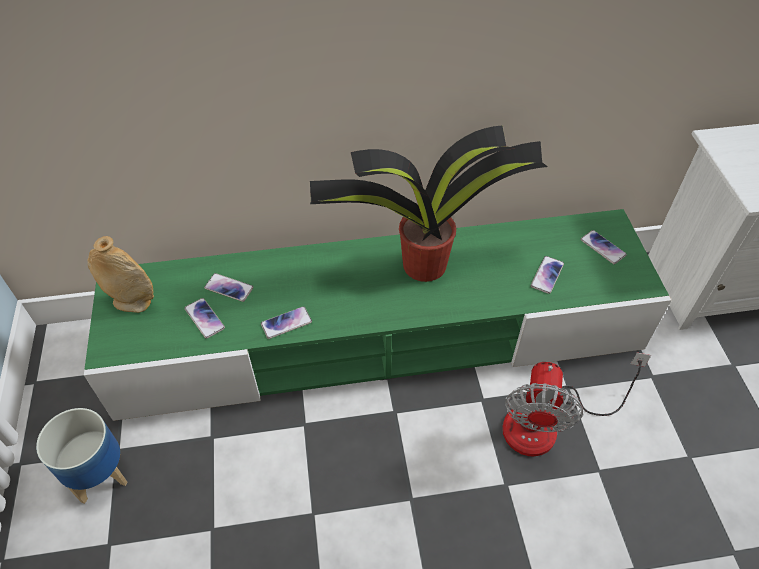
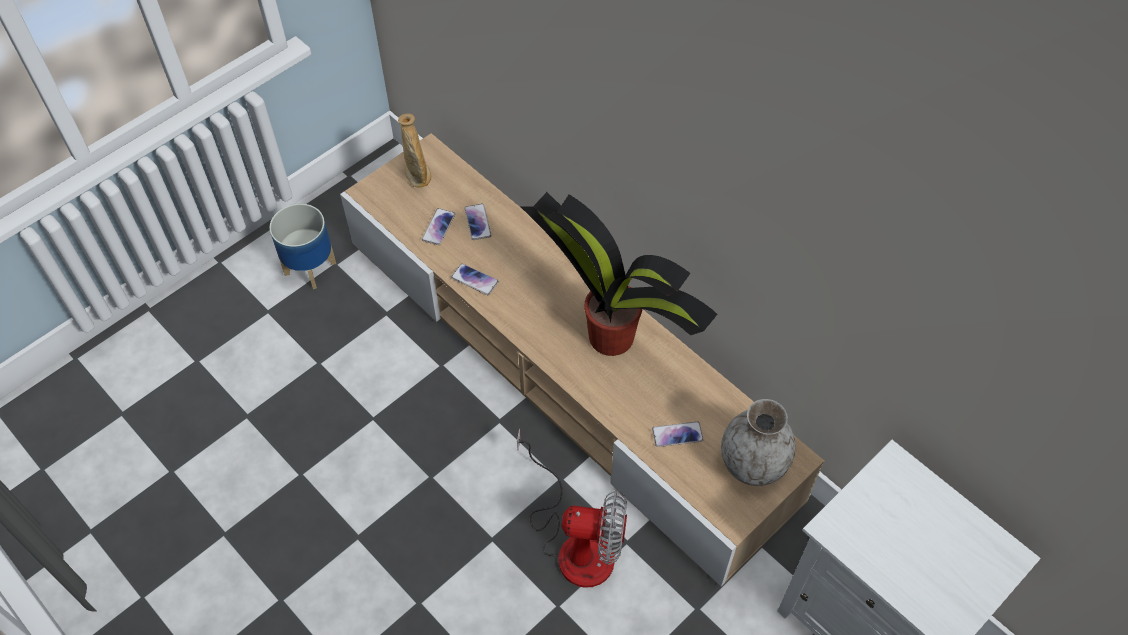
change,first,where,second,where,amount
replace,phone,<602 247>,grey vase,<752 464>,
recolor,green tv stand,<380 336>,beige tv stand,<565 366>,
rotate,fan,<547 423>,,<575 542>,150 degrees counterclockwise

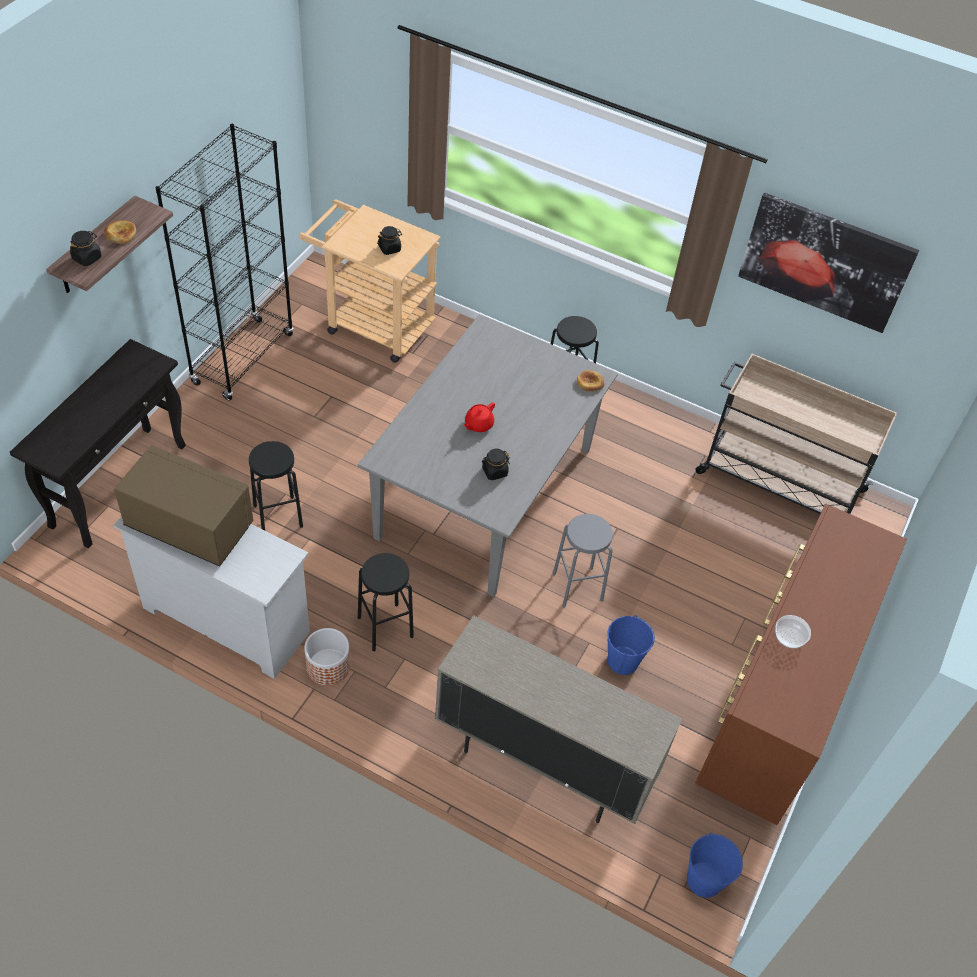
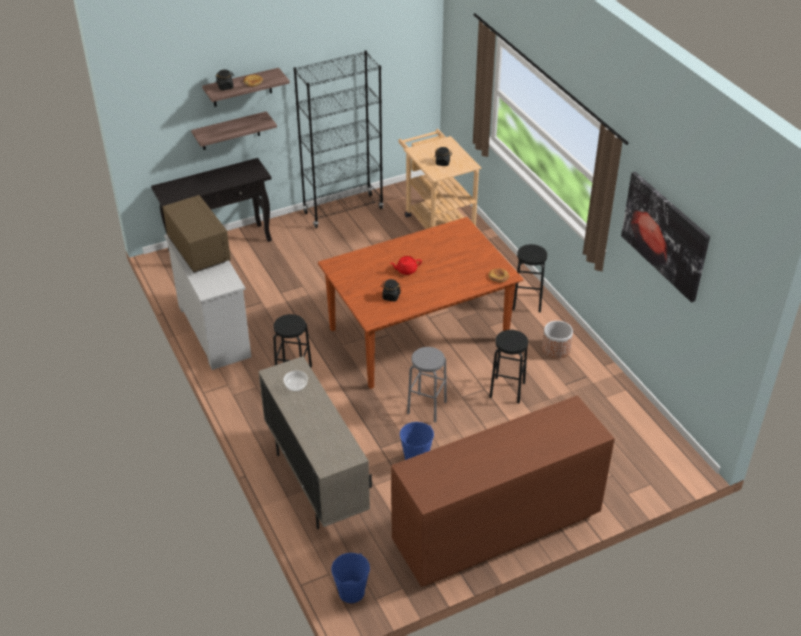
change,first,where,second,where,amount
delete,beige cart,<778 481>,,,
insert,,,shelf,<230 131>,
move,black stool,<278 516>,,<507 390>,
move,planter,<328 667>,,<556 349>,
move,bowl,<789 637>,,<295 385>,
recolor,grey dining table,<485 494>,brown dining table,<418 335>,

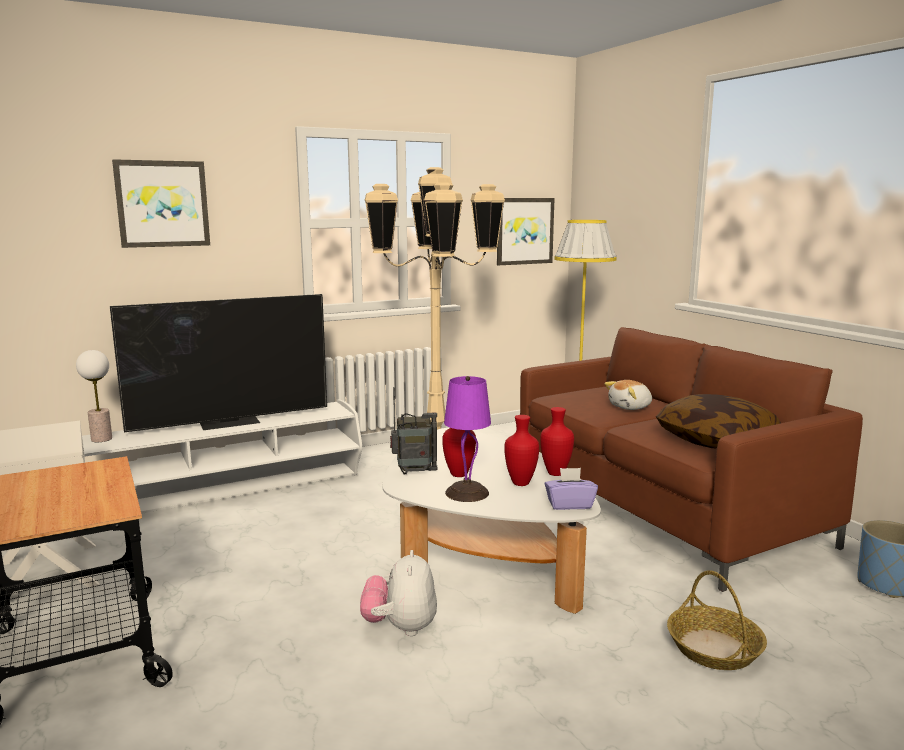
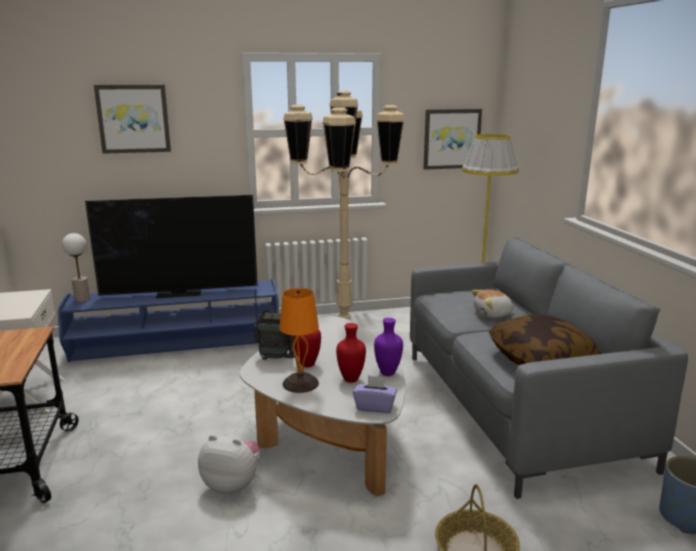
change,first,where,second,where,amount
recolor,white tv stand,<230 492>,blue tv stand,<178 346>,
recolor,purple table lamp,<466 492>,orange table lamp,<300 383>,
recolor,brown sofa,<661 510>,grey sofa,<514 408>,
recolor,red vase,<555 474>,purple vase,<387 373>,
rotate,plush toy,<400 627>,,<232 485>,90 degrees clockwise

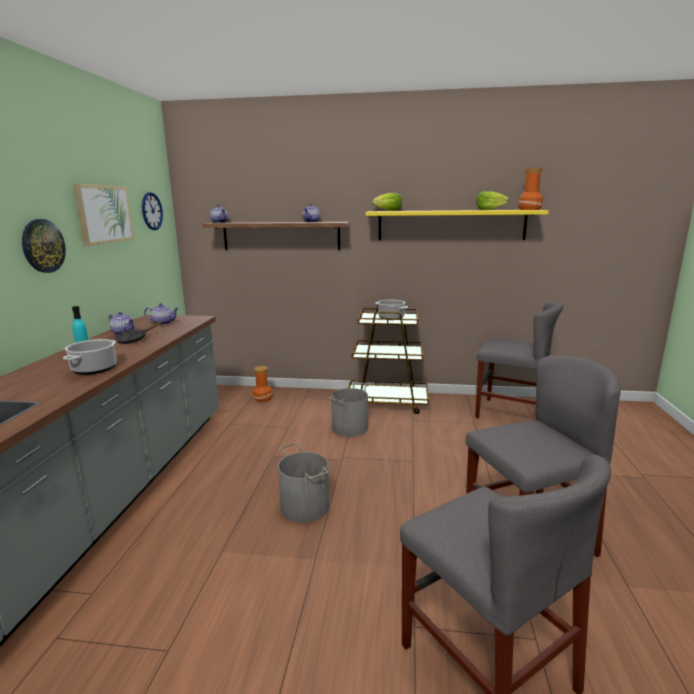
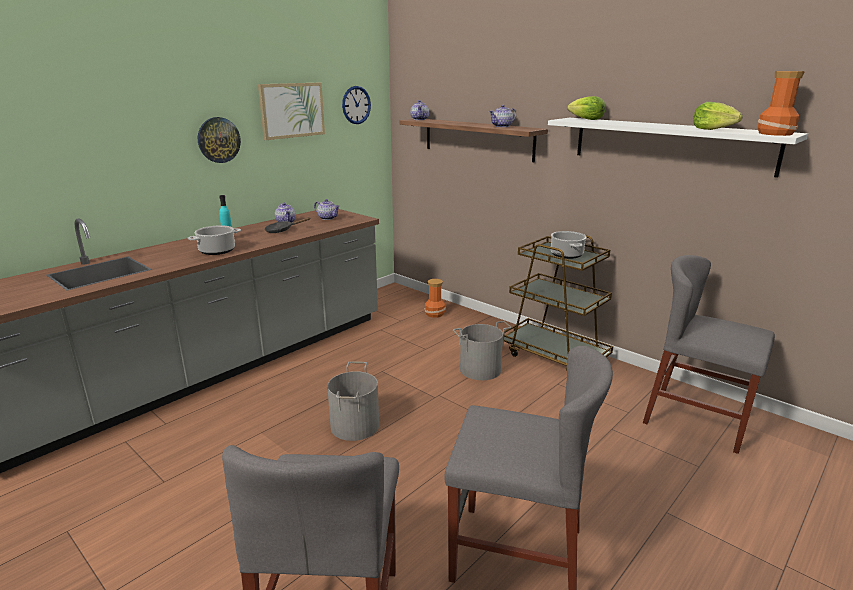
change,first,where,second,where,amount
recolor,yellow shelf,<451 225>,white shelf,<670 144>,
rotate,grey chair,<511 414>,,<696 419>,150 degrees clockwise

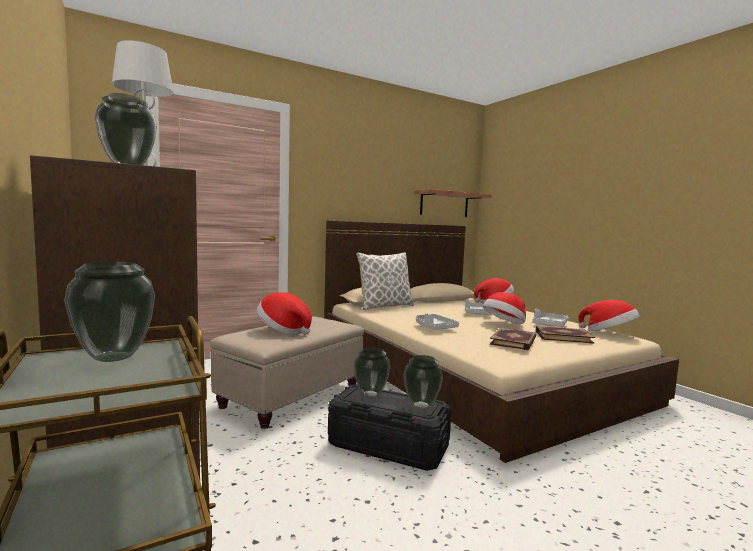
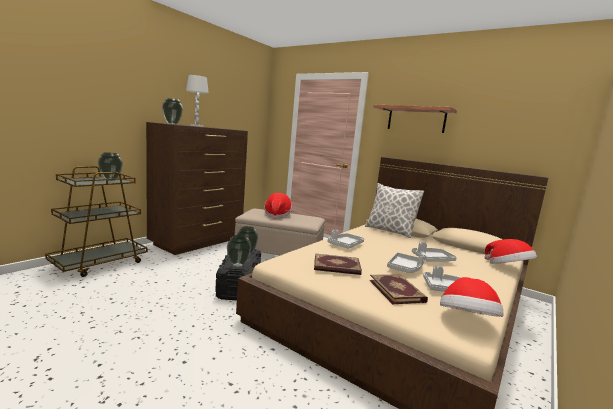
change,first,where,second,where,amount
move,shelf,<444 204>,,<416 119>,
replace,hat,<504 324>,grey tray,<405 268>,

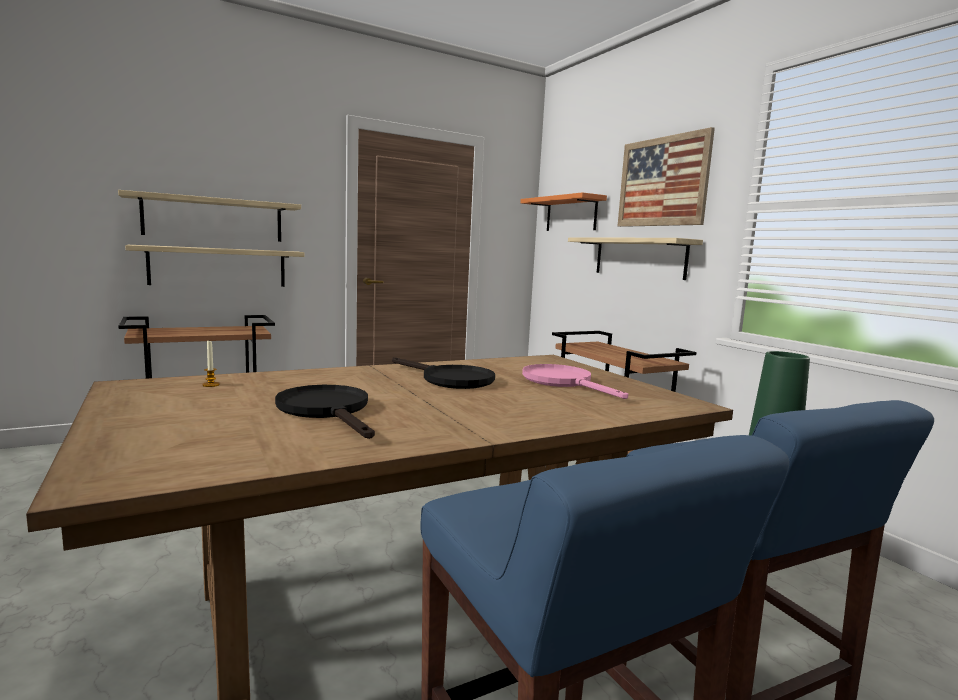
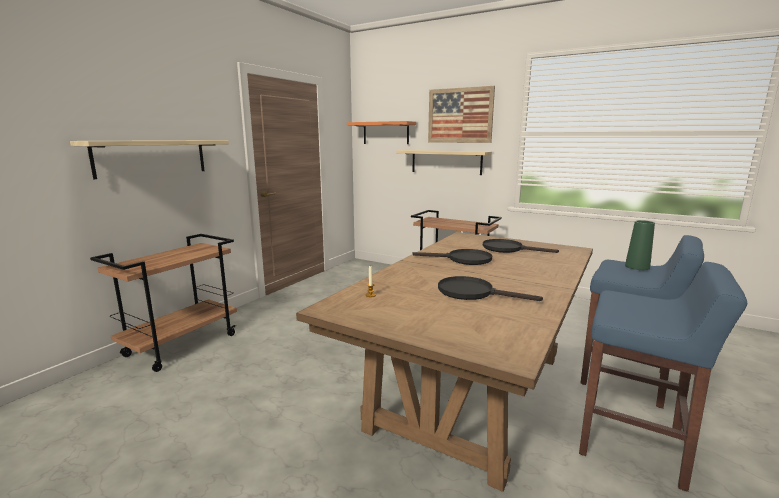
change,first,where,second,where,amount
delete,shelf,<218 267>,,,
recolor,pink frying pan,<563 382>,black frying pan,<508 249>,

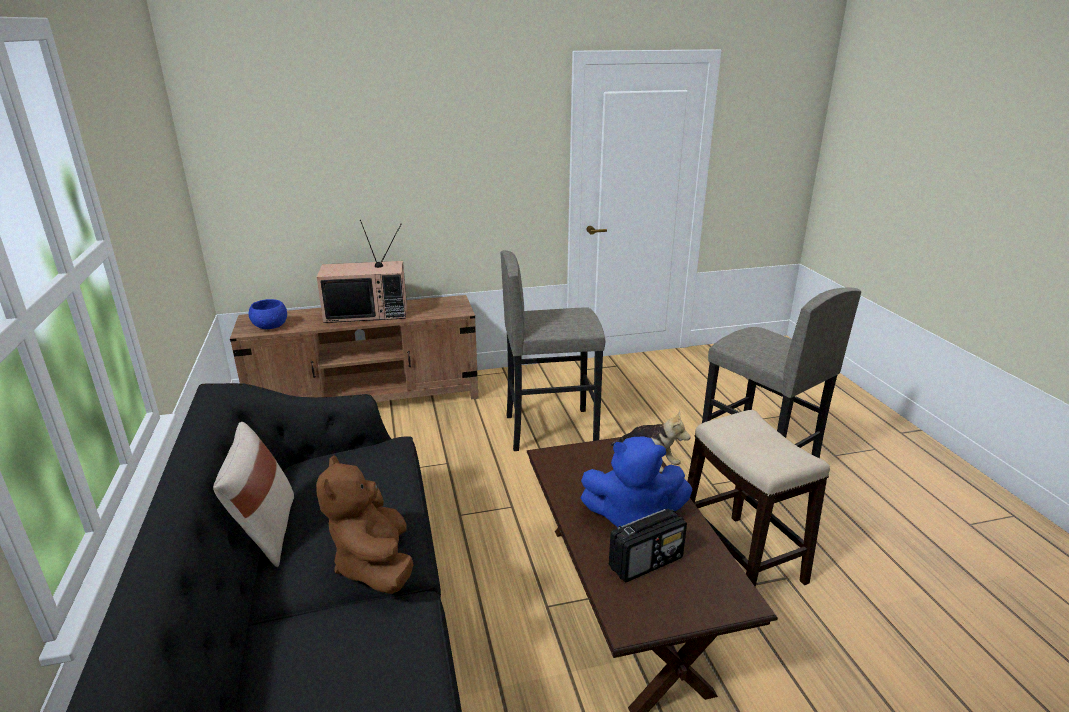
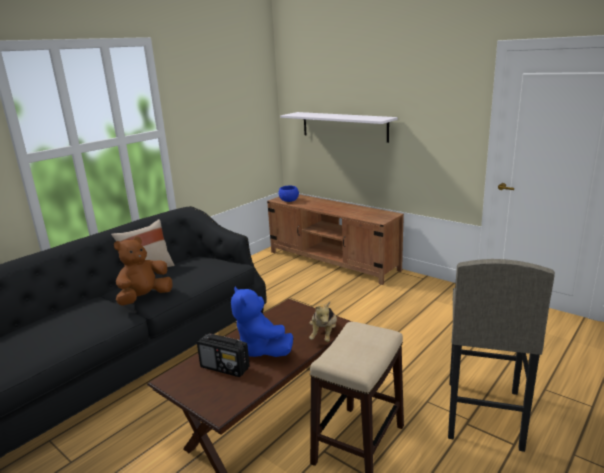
change,first,where,second,where,amount
delete,television,<367 312>,,,
delete,grey stool,<550 429>,,,
insert,,,white shelf,<344 126>,

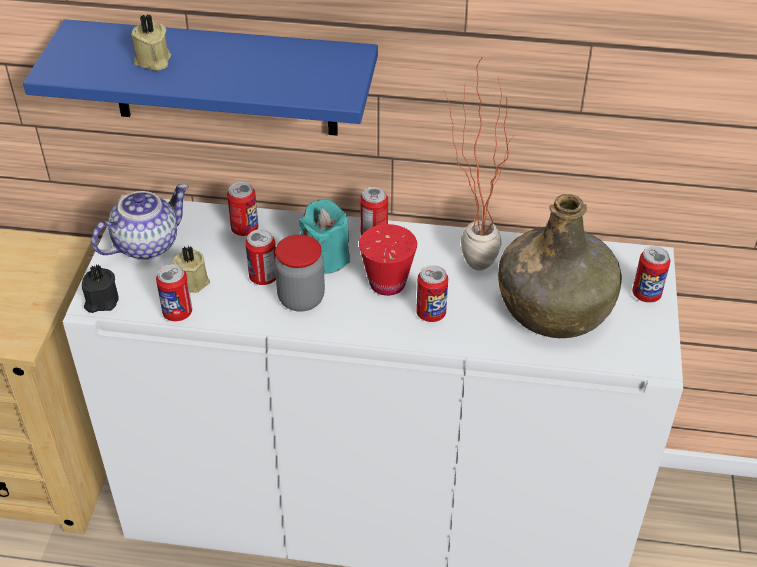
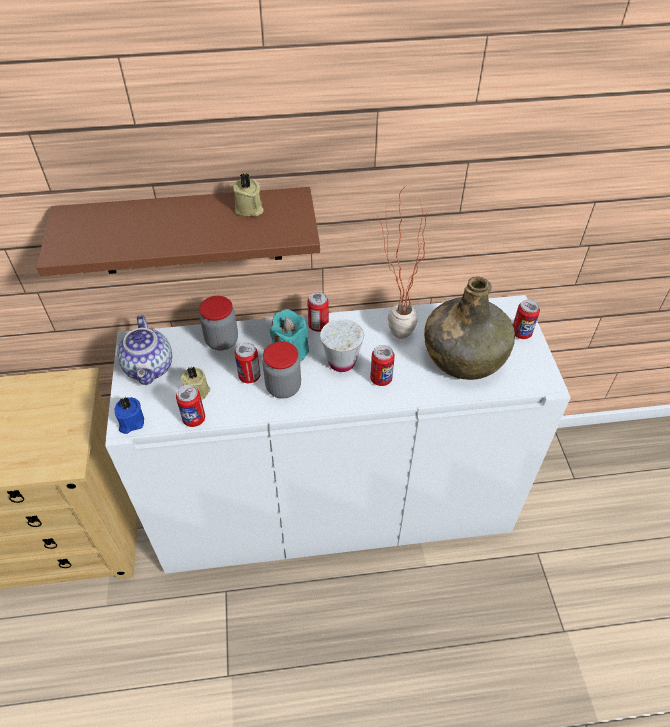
change,first,where,second,where,amount
move,beige candle,<153 61>,,<249 209>,
replace,can,<244 229>,jar,<222 341>,
recolor,blue shelf,<223 79>,brown shelf,<189 232>,
recolor,black candle,<101 301>,blue candle,<131 422>,
recolor,red cup,<387 283>,white cup,<341 362>,
rotate,teapot,<146 244>,,<150 368>,135 degrees clockwise

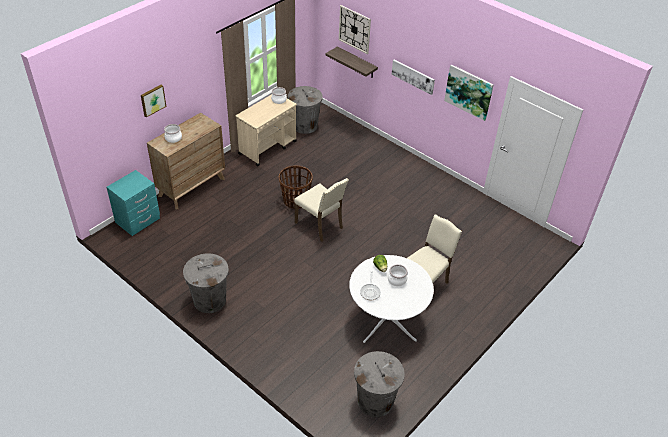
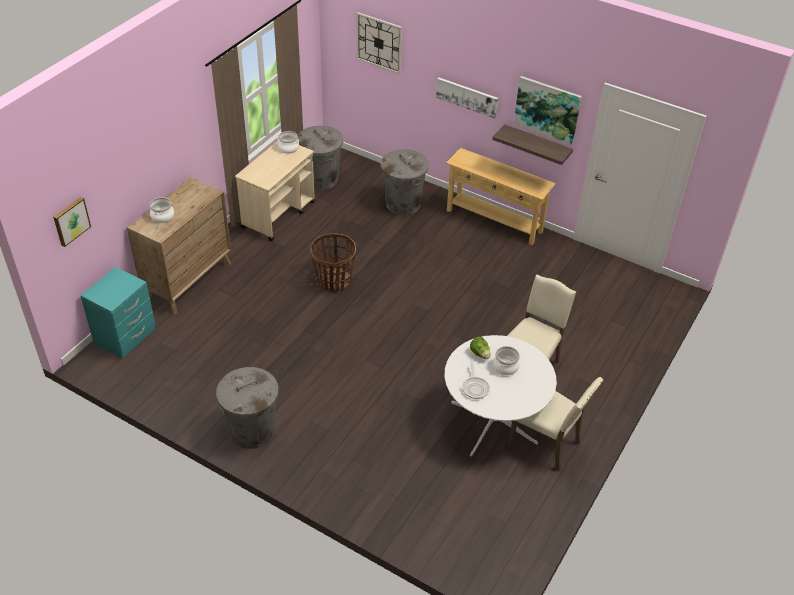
change,first,where,second,where,amount
insert,,,beige console table,<494 221>,
move,picture,<152 100>,,<71 221>,
move,beige chair,<320 225>,,<546 444>,
move,shelf,<356 62>,,<536 145>,
move,grey trash can,<375 401>,,<403 203>,

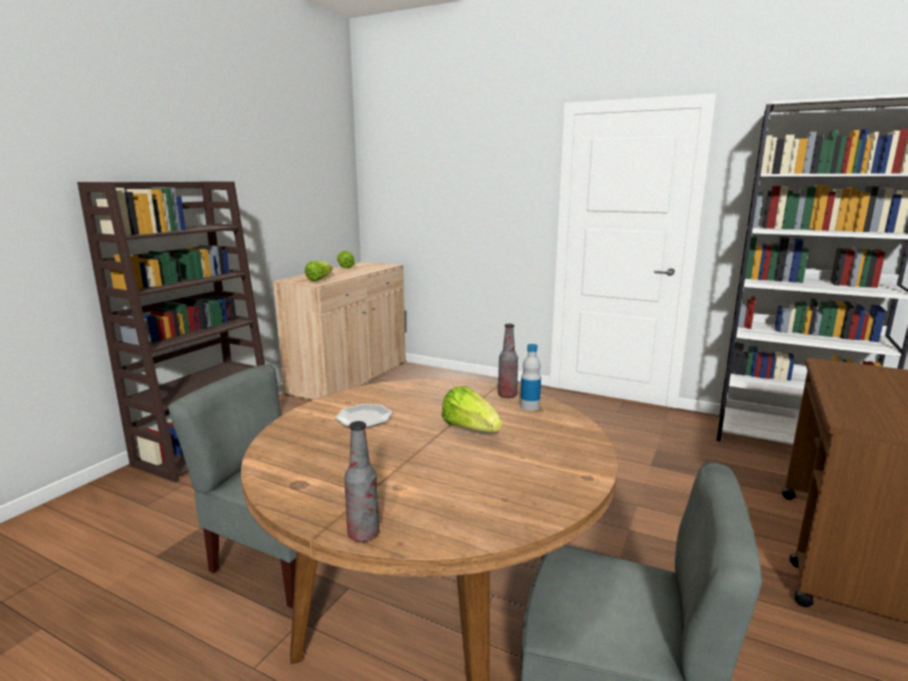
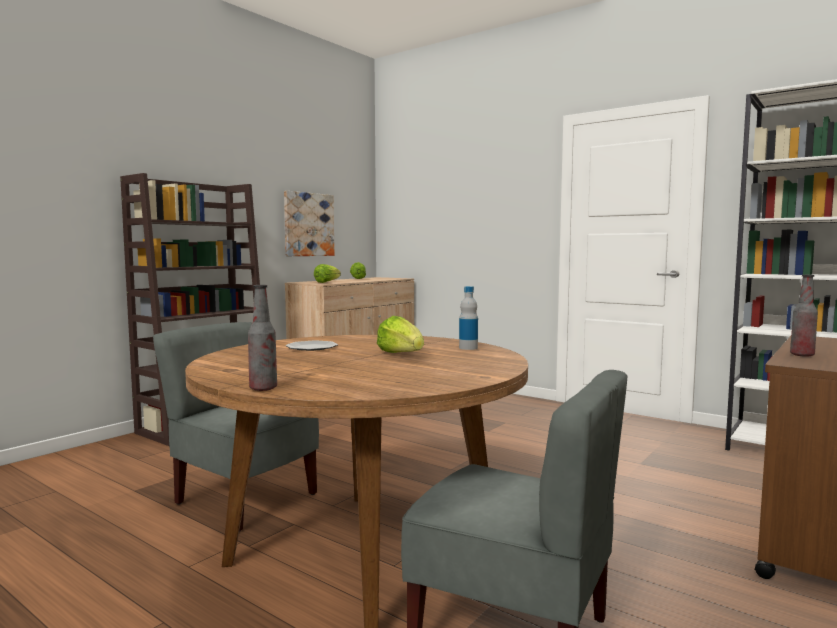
change,first,where,second,where,amount
insert,,,picture,<308 224>,
move,bottle,<507 395>,,<802 355>,

